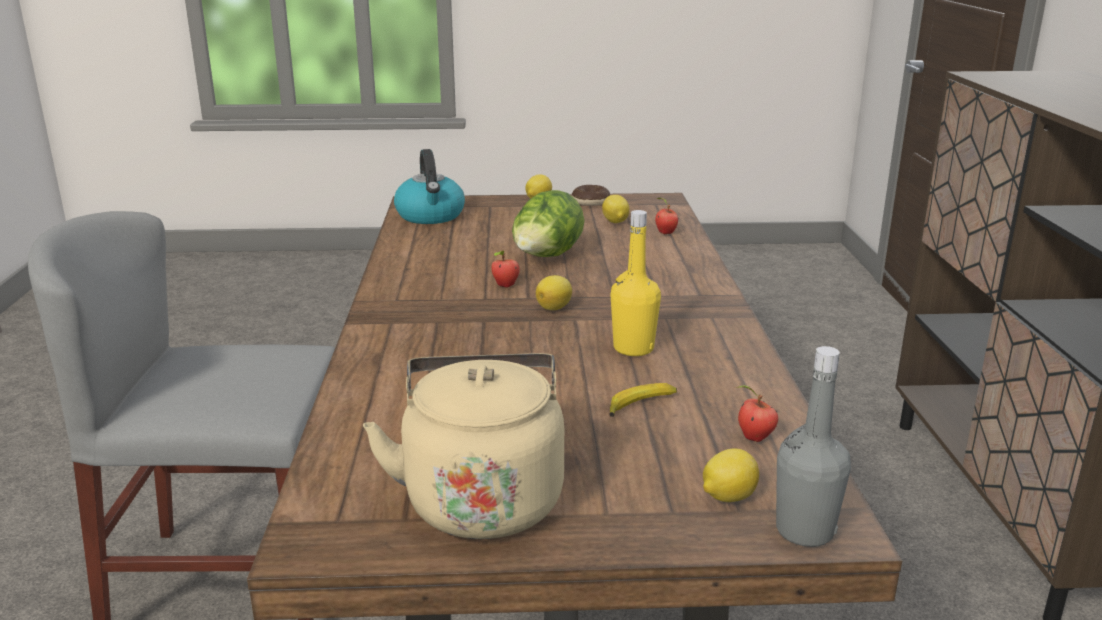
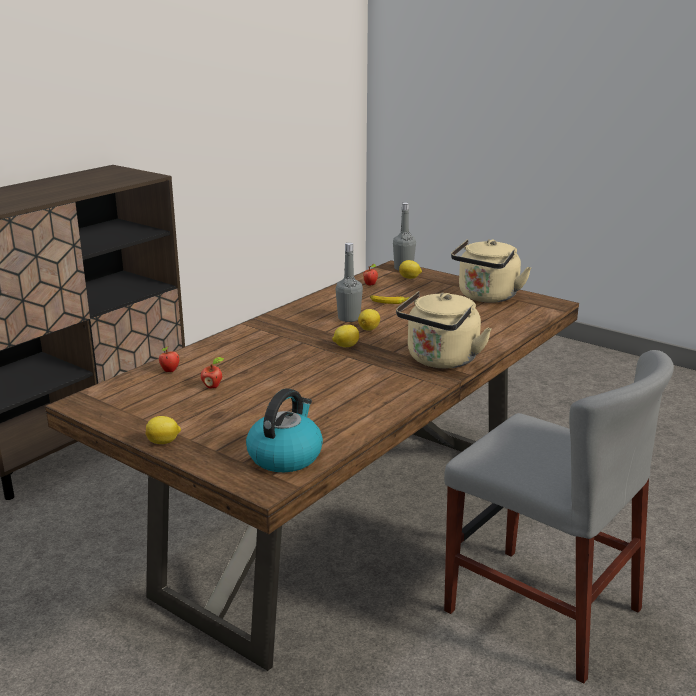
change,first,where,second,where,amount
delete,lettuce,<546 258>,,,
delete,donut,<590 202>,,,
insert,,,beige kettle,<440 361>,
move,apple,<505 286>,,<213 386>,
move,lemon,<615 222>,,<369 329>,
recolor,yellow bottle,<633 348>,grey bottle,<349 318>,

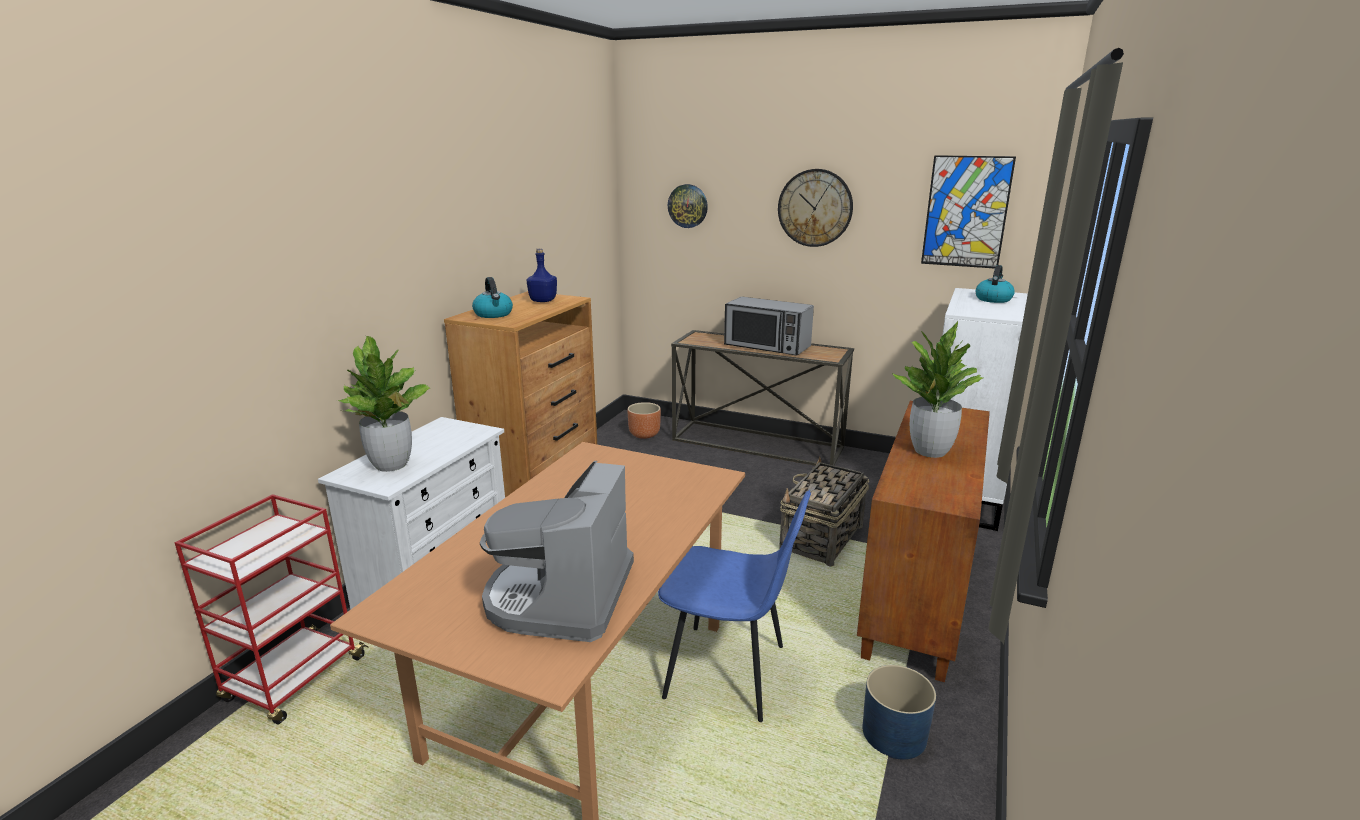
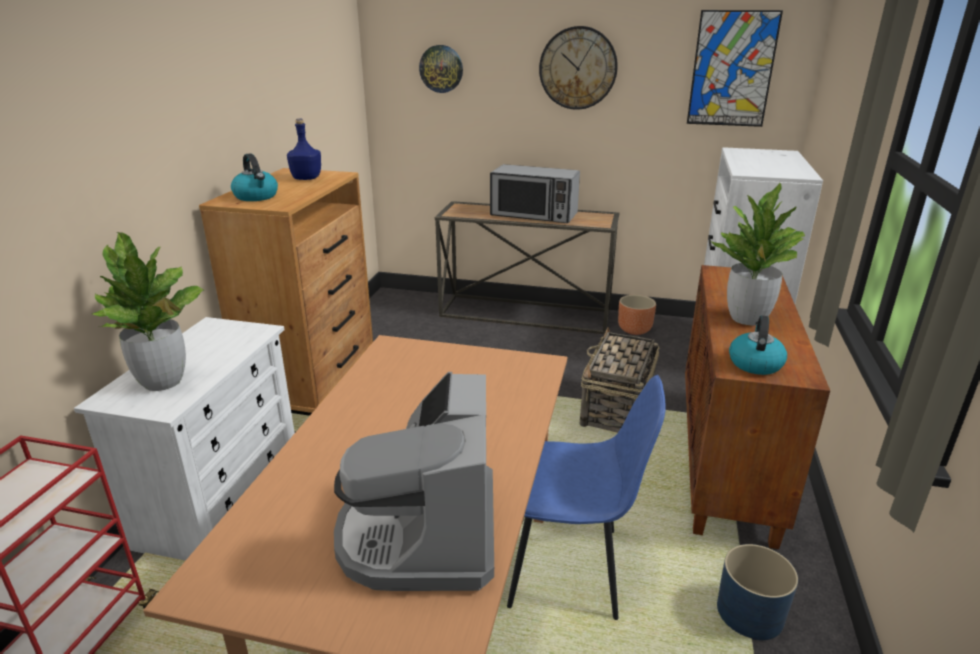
change,first,where,second,where,amount
move,brown planter,<644 434>,,<634 330>,
move,kettle,<993 299>,,<755 363>,

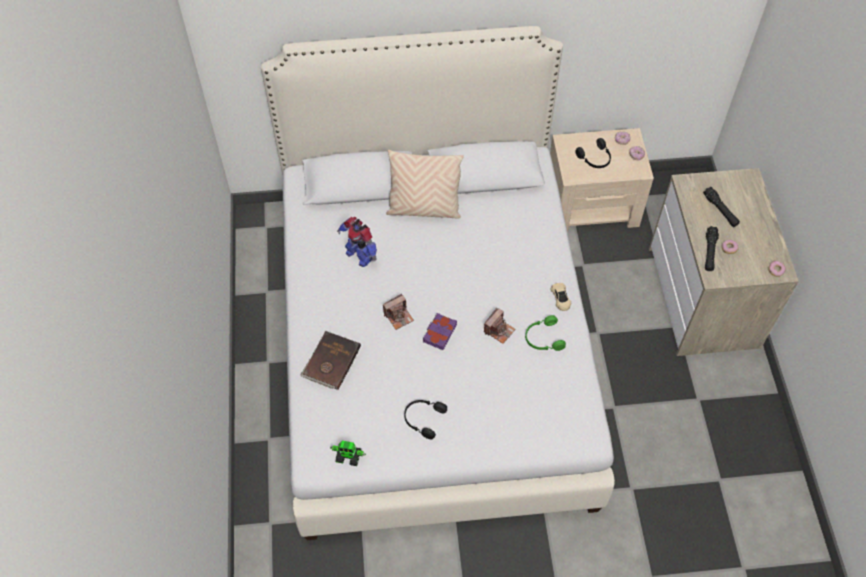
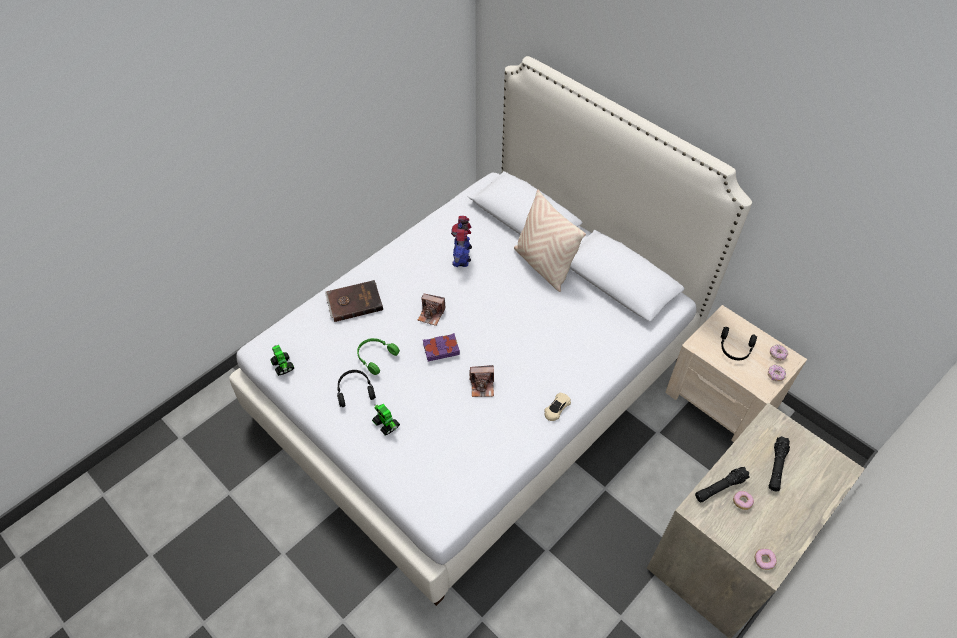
change,first,where,second,where,amount
insert,,,toy robot,<386 424>,
move,green headphones,<543 338>,,<375 357>,

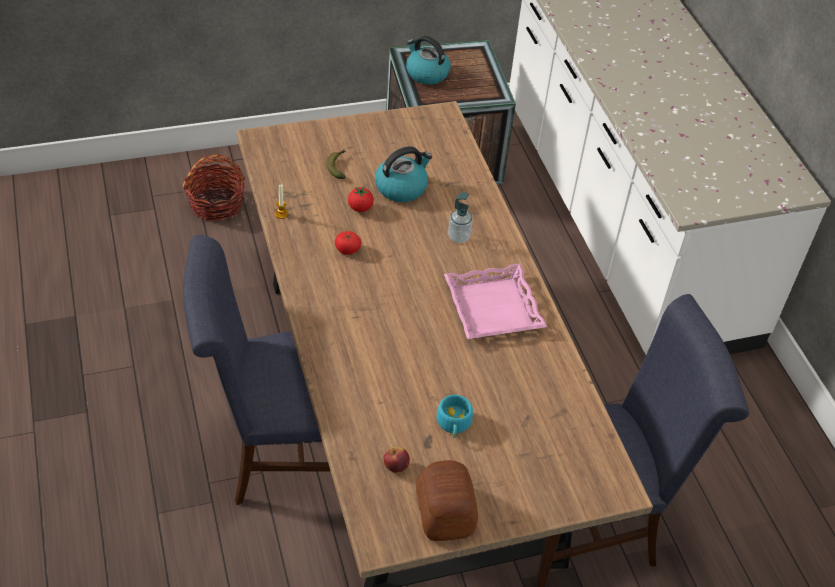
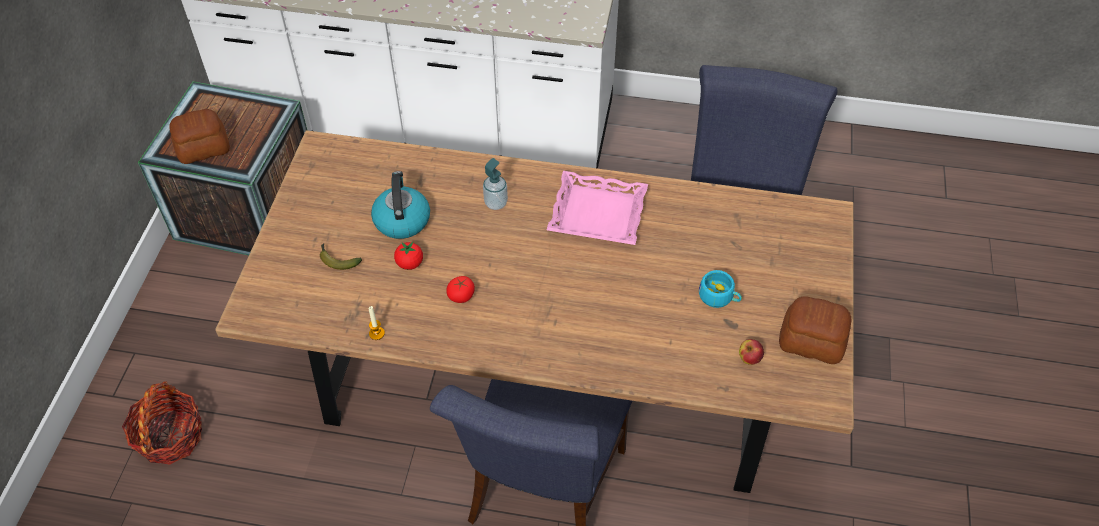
change,first,where,second,where,amount
replace,kettle,<426 73>,bread,<204 148>,

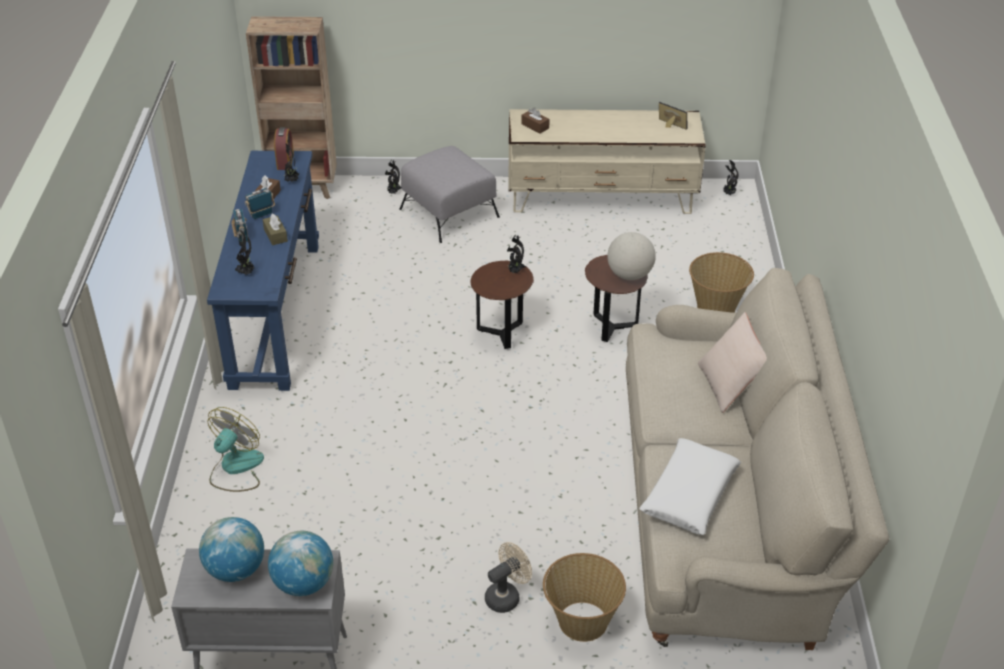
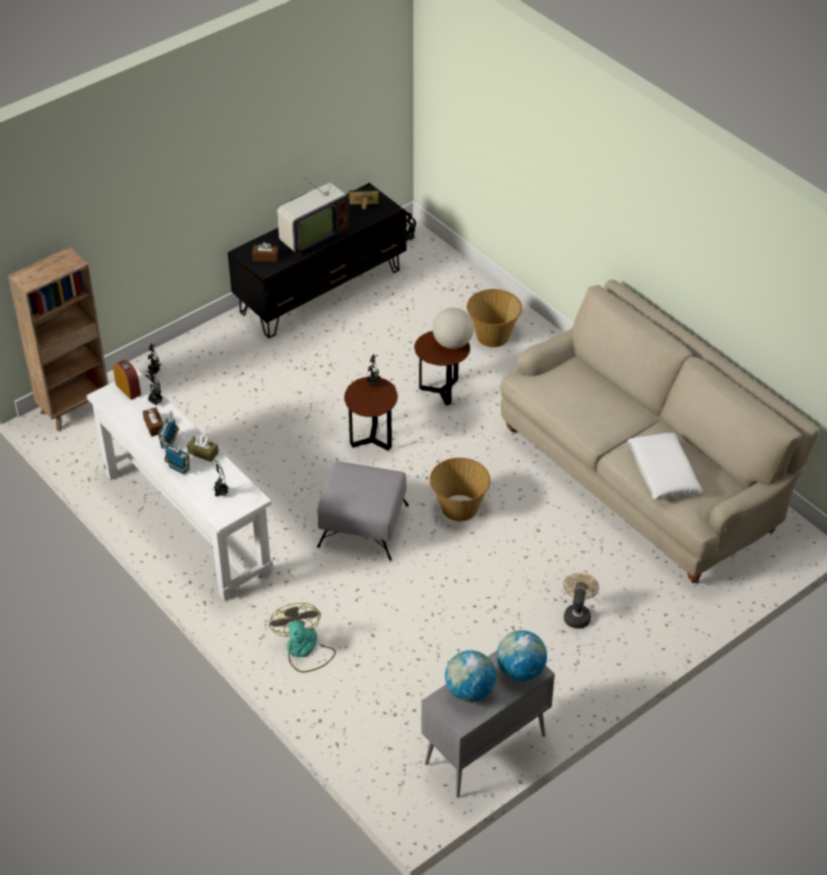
change,first,where,second,where,amount
delete,beige pillow,<730 384>,,,
insert,,,television,<311 235>,
move,grey ottoman,<449 212>,,<362 525>,
move,basket,<582 621>,,<459 508>,
recolor,blue console table,<276 313>,white console table,<186 522>,
recolor,beige tv stand,<602 198>,black tv stand,<321 291>,

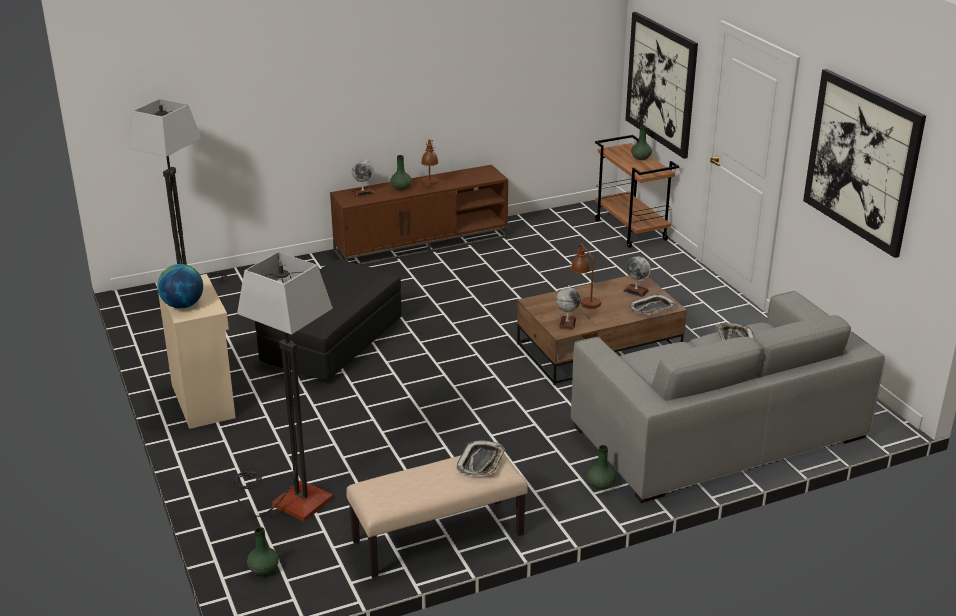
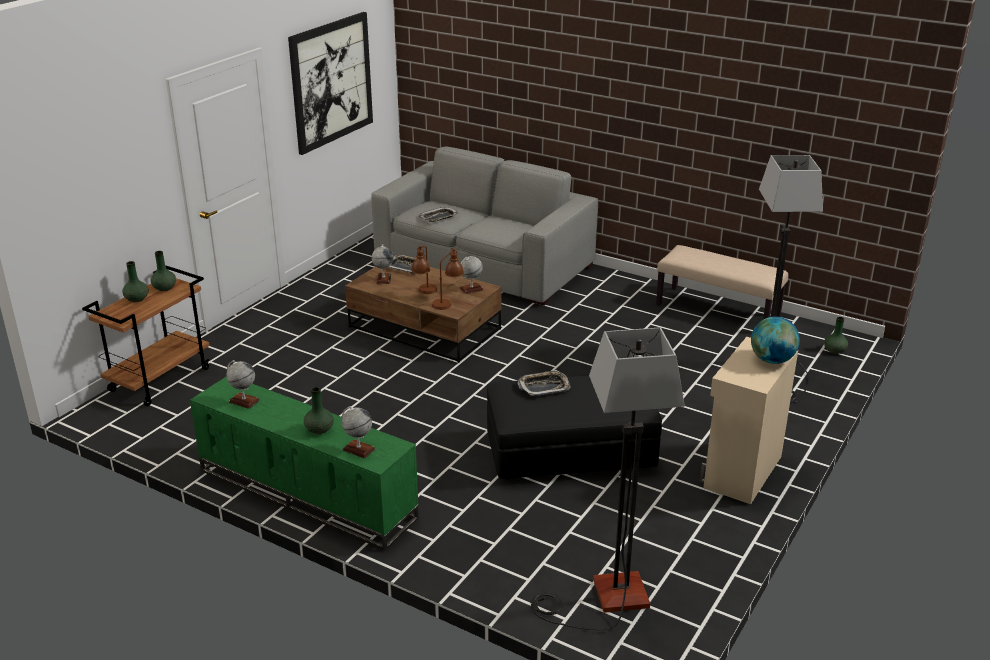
change,first,where,second,where,amount
delete,picture,<661 83>,,,
insert,,,globe,<244 401>,
move,brown table lamp,<430 185>,,<448 302>,
move,tray,<481 462>,,<544 386>,
move,green vase,<601 485>,,<165 288>,
recolor,brown tv stand,<422 243>,green tv stand,<305 494>,

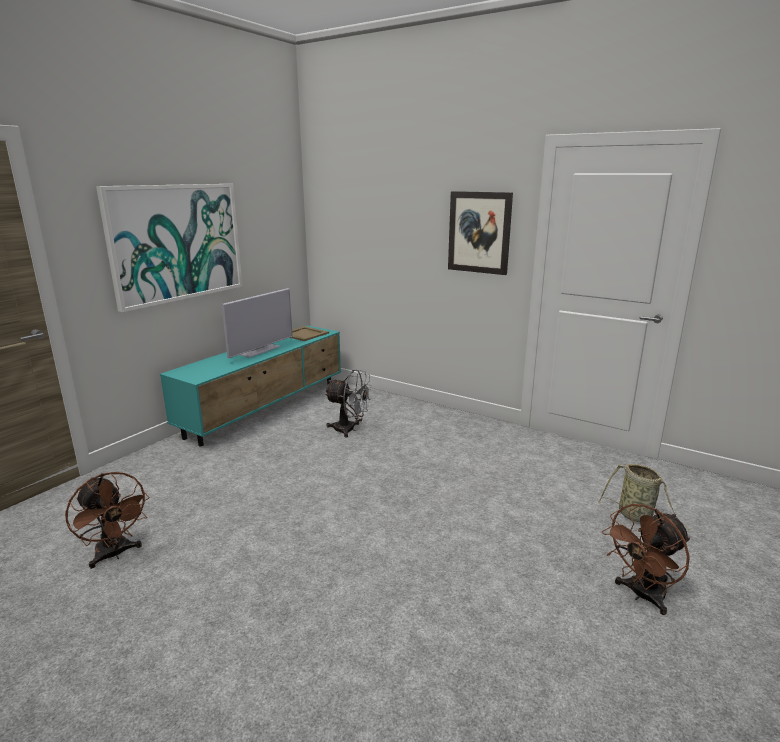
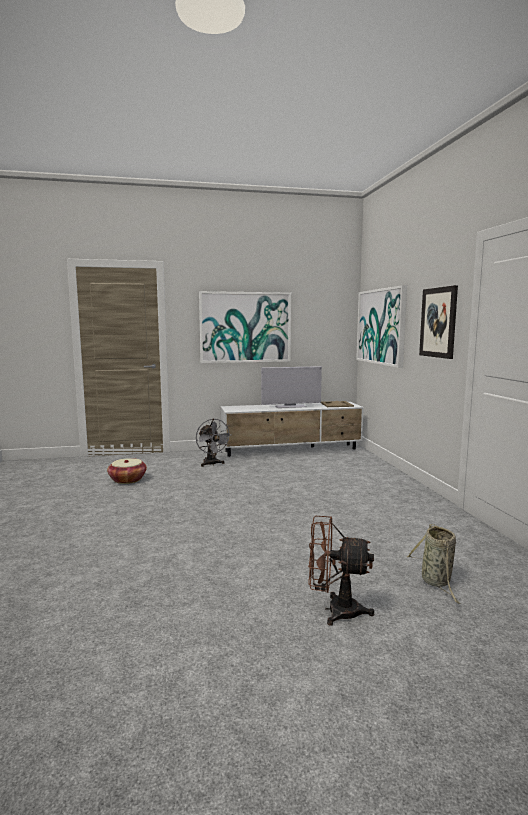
change,first,where,second,where,amount
insert,,,picture,<381 326>,
move,grey fan,<349 430>,,<212 464>,
replace,brown fan,<115 554>,basket,<127 480>,
recolor,turquoise tv stand,<266 408>,white tv stand,<292 450>,

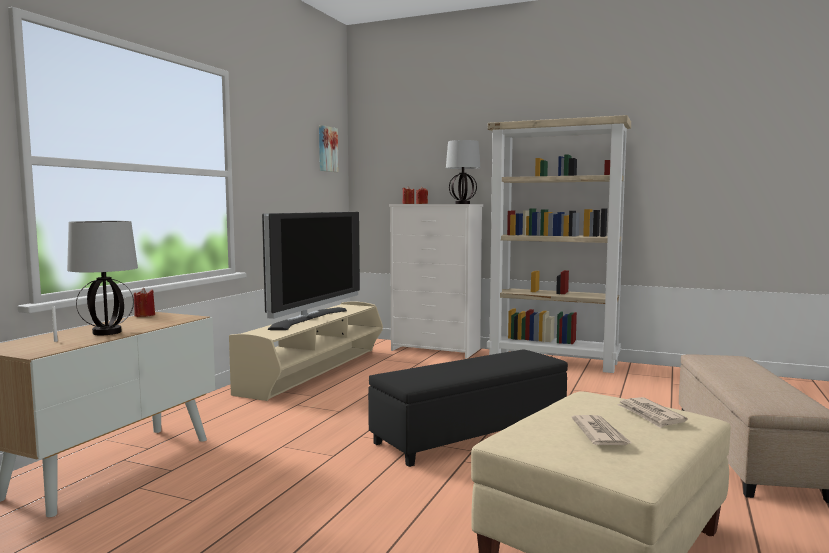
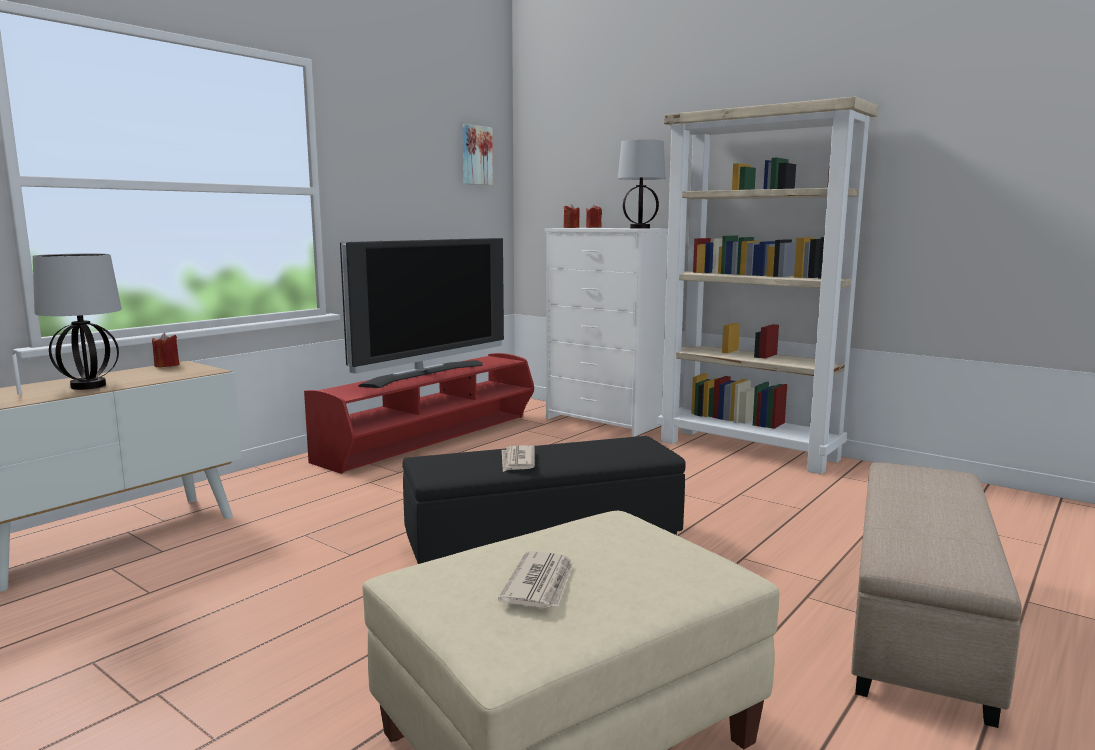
change,first,where,second,where,amount
move,newspaper,<650 415>,,<517 461>,
recolor,beige tv stand,<316 371>,red tv stand,<432 439>,

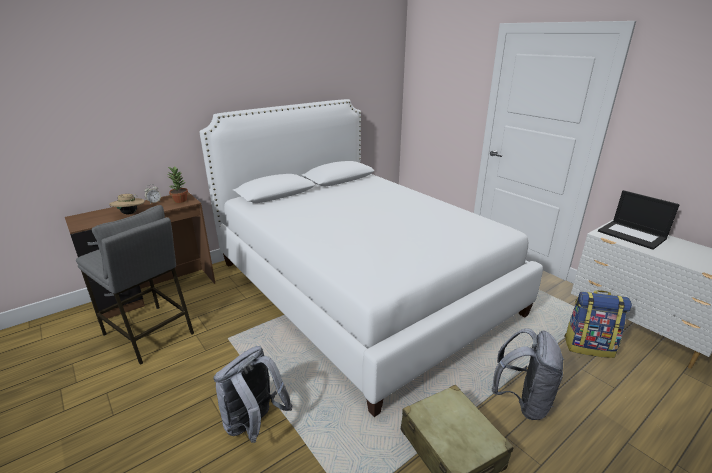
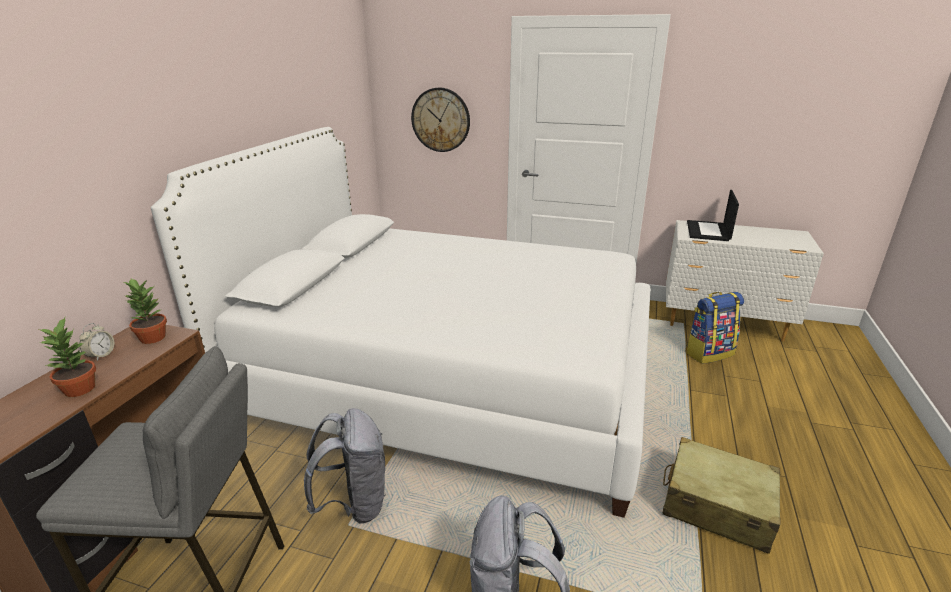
change,first,where,second,where,amount
insert,,,wall clock,<440 120>,
move,grey backpack,<522 401>,,<354 504>,
replace,beige hat,<130 213>,potted plant,<81 389>,
rotate,laptop,<632 235>,,<708 231>,90 degrees clockwise

